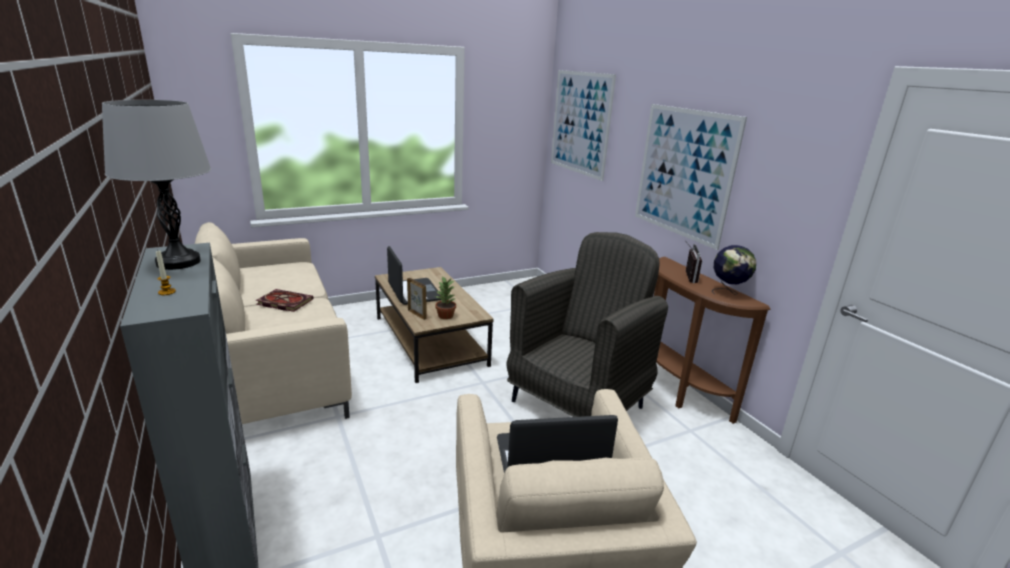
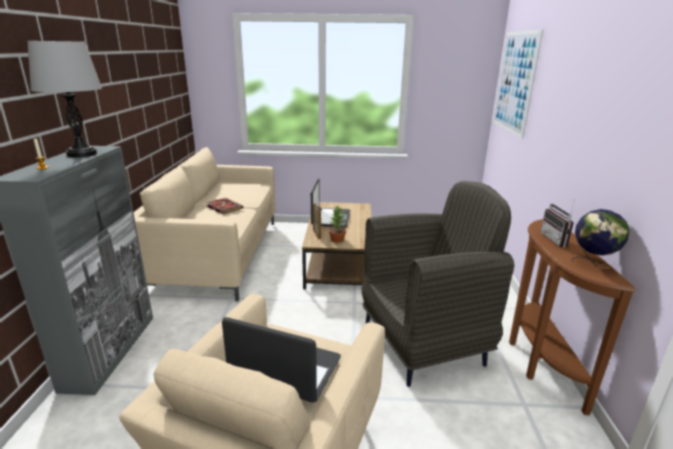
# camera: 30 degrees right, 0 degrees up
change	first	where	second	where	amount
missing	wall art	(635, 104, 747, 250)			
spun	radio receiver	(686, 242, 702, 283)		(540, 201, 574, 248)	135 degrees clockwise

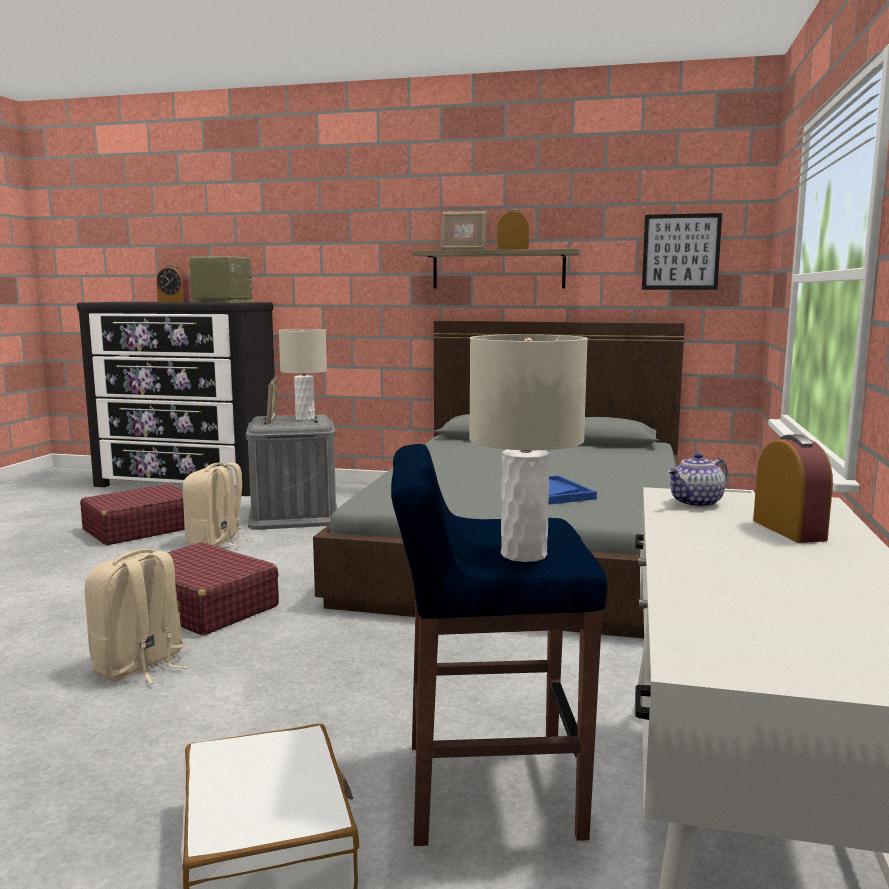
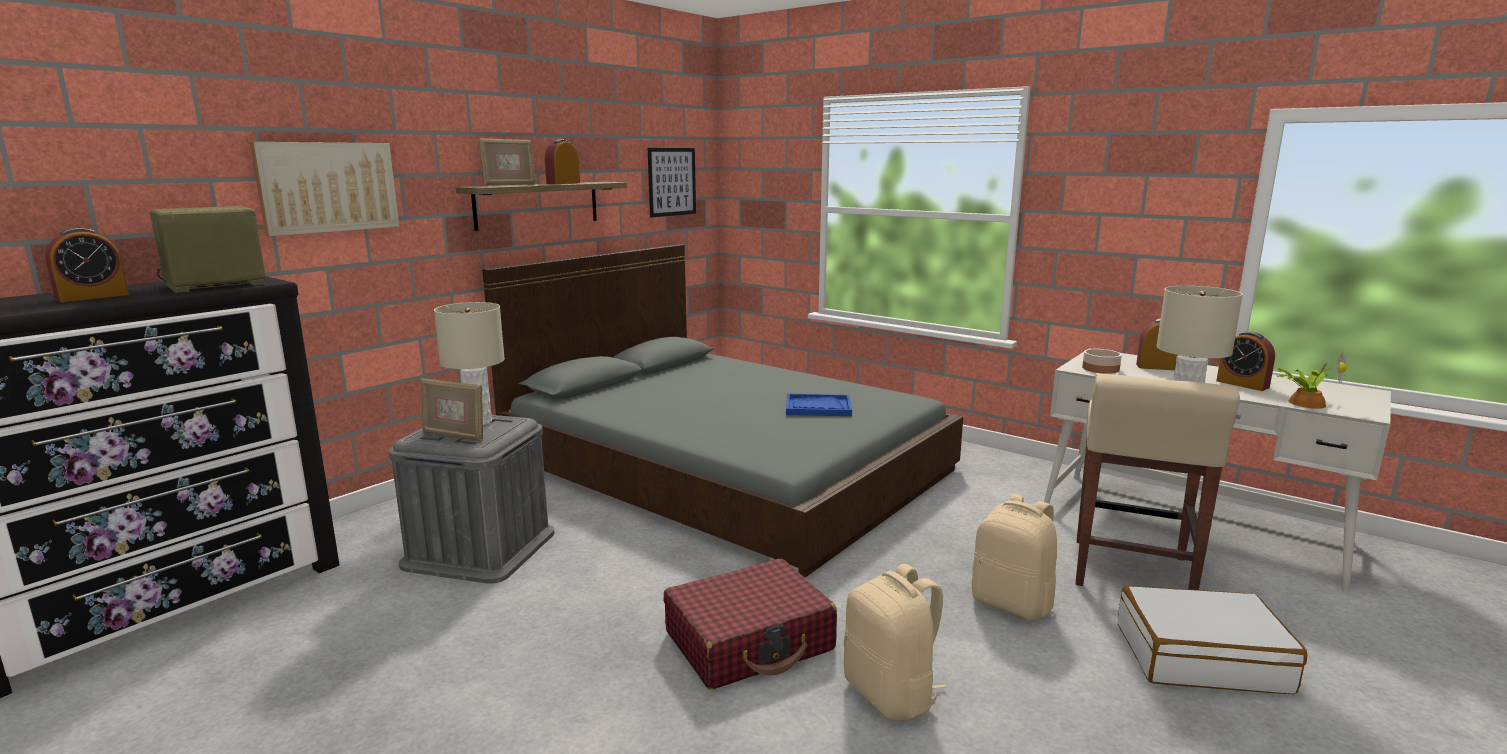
# camera: 65 degrees left, 5 degrees up
change	first	where	second	where	amount
colour	stool seat (bluish)	(391, 444, 608, 846)	stool seat (beige-coloured)	(1076, 374, 1240, 590)	
exchanged	pot for tea	(667, 452, 728, 508)	bowl	(1082, 349, 1122, 374)	
relocated	knapsack (beige-coloured)	(183, 462, 253, 547)		(972, 494, 1057, 621)	
missing	travel case (red-coloured)	(80, 484, 185, 545)			
appeared			wall art	(250, 142, 400, 237)	
appeared			alarm clock	(1216, 331, 1275, 391)	
appeared			plant in a pot	(1277, 351, 1347, 409)	

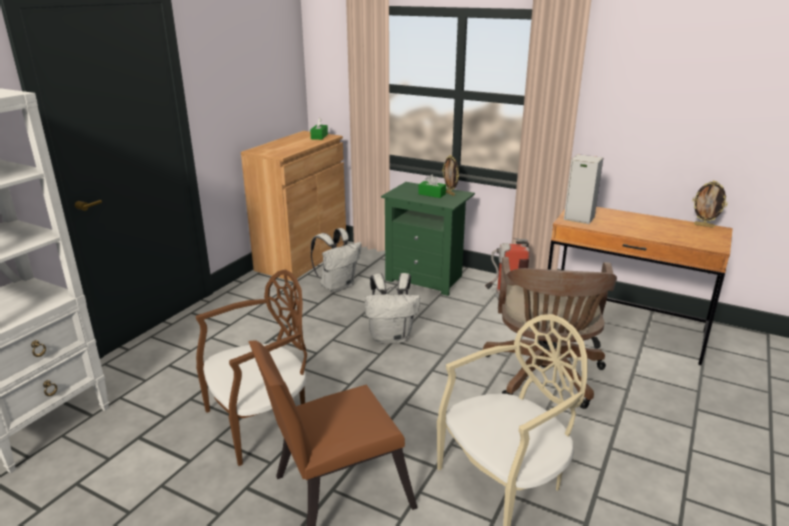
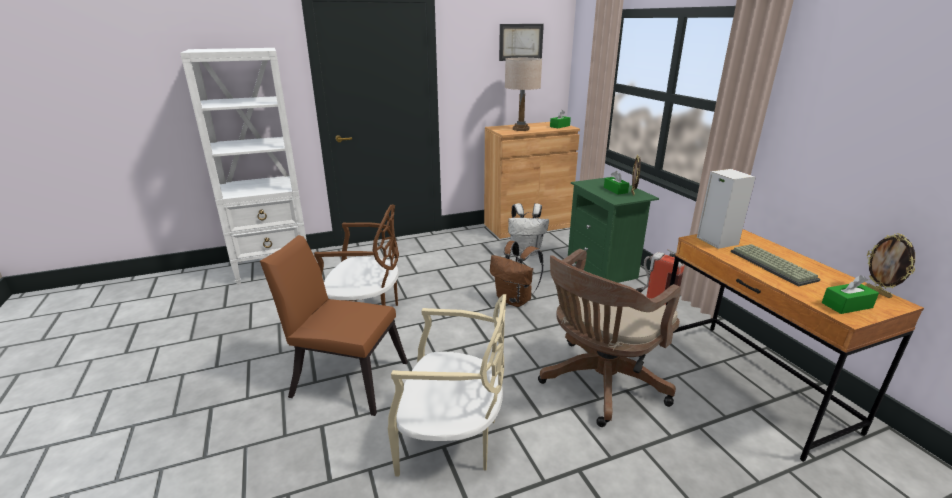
# camera: 40 degrees right, 0 degrees up
change	first	where	second	where	amount
colour	knapsack (whitish)	(365, 273, 420, 344)	knapsack (brown)	(490, 241, 544, 307)	
appeared			wall art	(499, 24, 544, 61)	
appeared			lamp for a table (beige-coloured)	(505, 58, 542, 131)	
appeared			keyboard	(730, 244, 821, 286)	
appeared			tissue box (green-coloured)	(822, 275, 879, 314)	

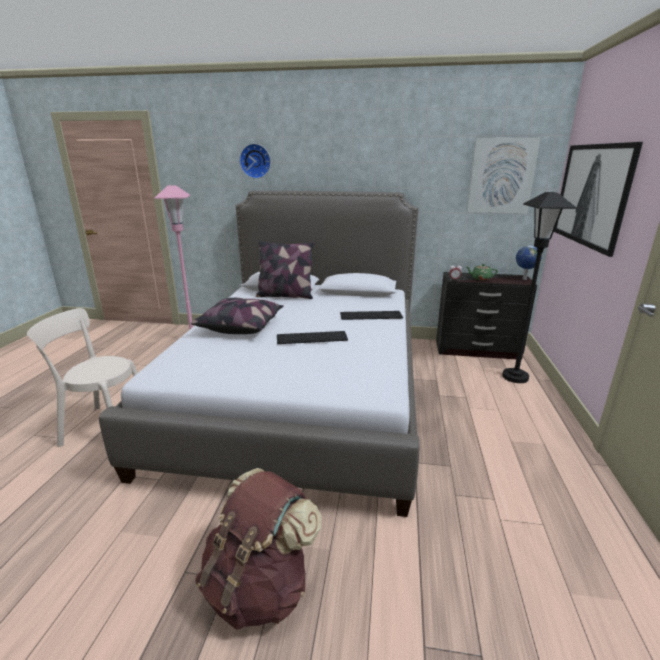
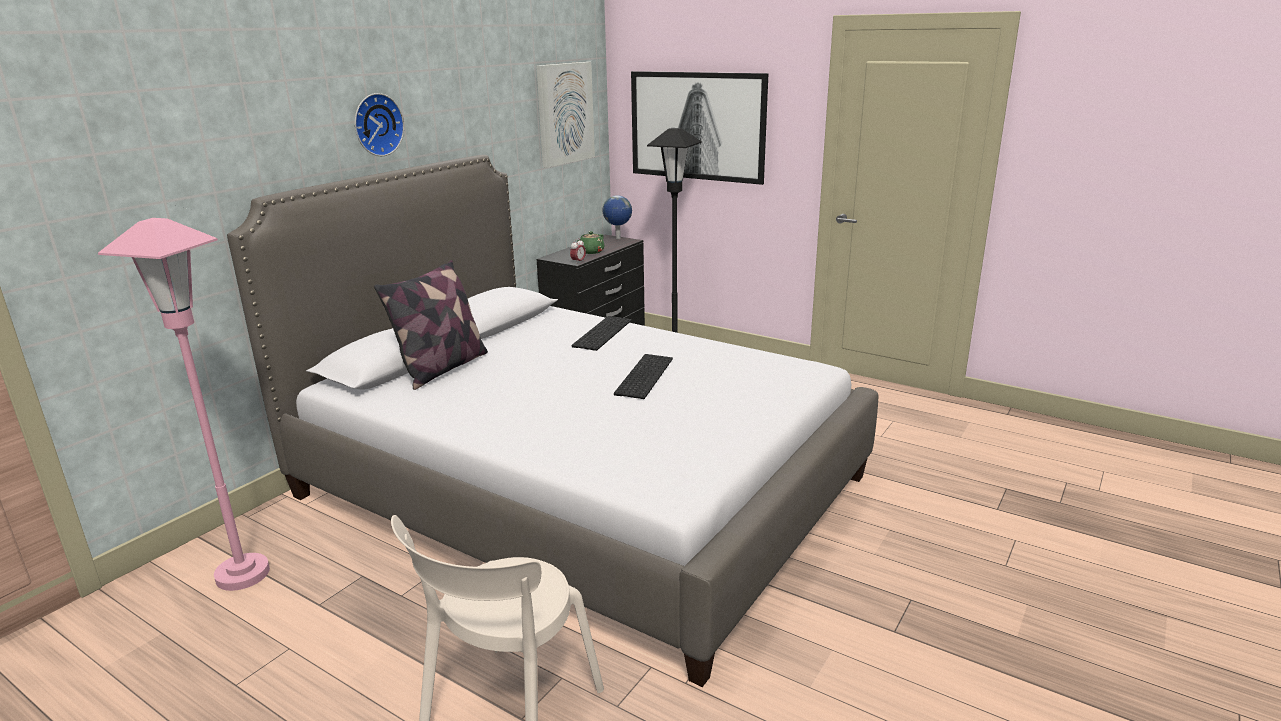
# camera: 65 degrees left, 0 degrees up
change	first	where	second	where	amount
relocated	clock on the wall	(239, 144, 271, 179)		(355, 93, 404, 156)	
missing	pillow	(191, 298, 284, 334)			
missing	knapsack (brown)	(195, 468, 322, 630)			

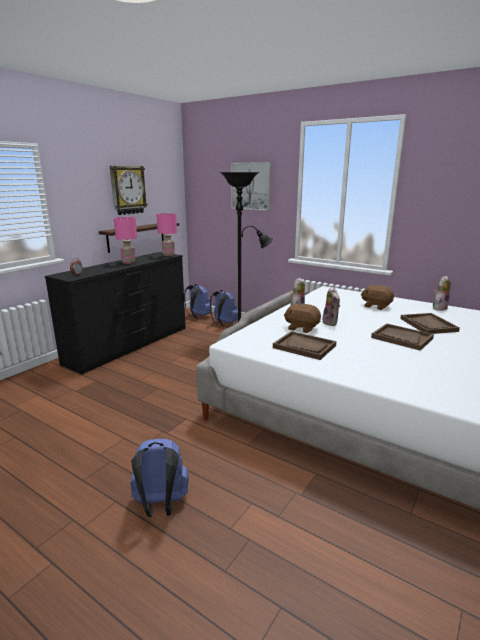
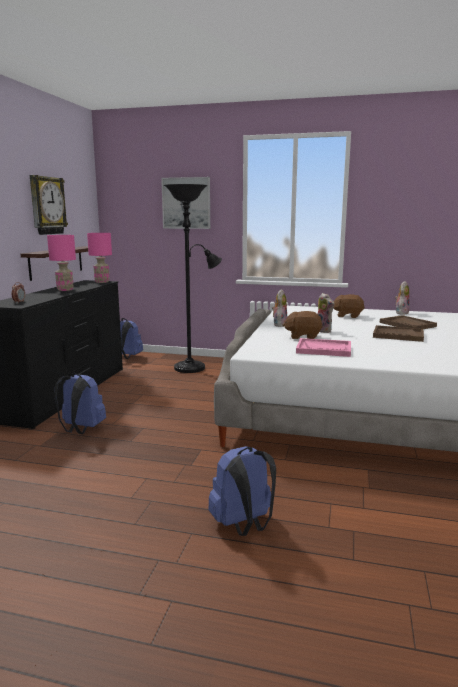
# camera: 20 degrees left, 5 degrees down
change	first	where	second	where	amount
relocated	knapsack (bluish)	(210, 290, 238, 326)		(55, 373, 106, 434)	
colour	serving tray (brown)	(273, 331, 336, 360)	serving tray (pink-coloured)	(296, 338, 351, 357)	

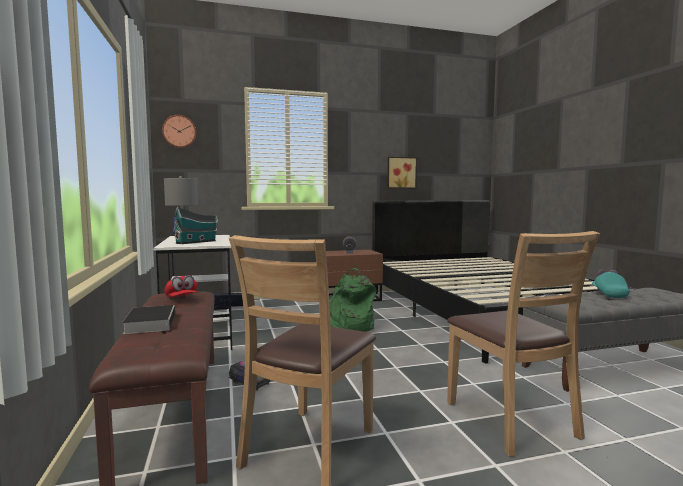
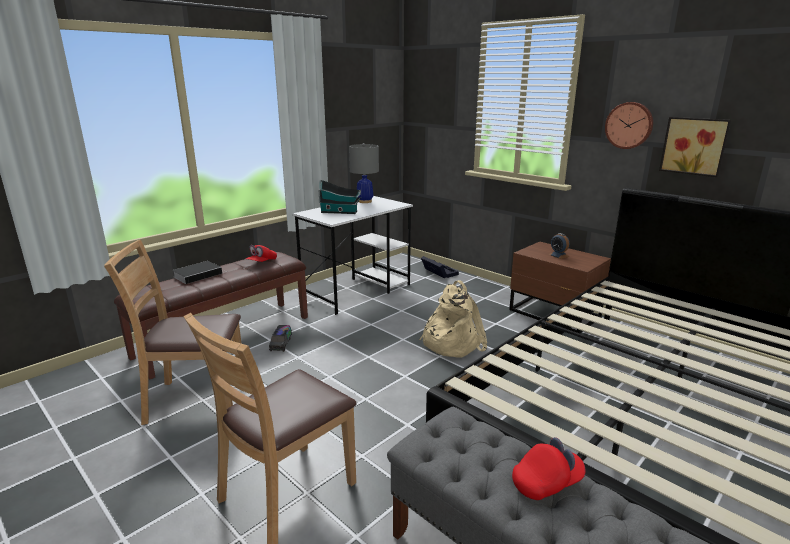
# camera: 60 degrees right, 15 degrees up
change	first	where	second	where	amount
relocated	clock on the wall	(162, 115, 197, 148)		(605, 102, 653, 149)	
colour	knapsack (green-coloured)	(319, 268, 376, 332)	knapsack (beige-coloured)	(419, 280, 487, 357)	
colour	baseball cap (turquoise-coloured)	(592, 270, 630, 298)	baseball cap (red-coloured)	(512, 437, 586, 500)	

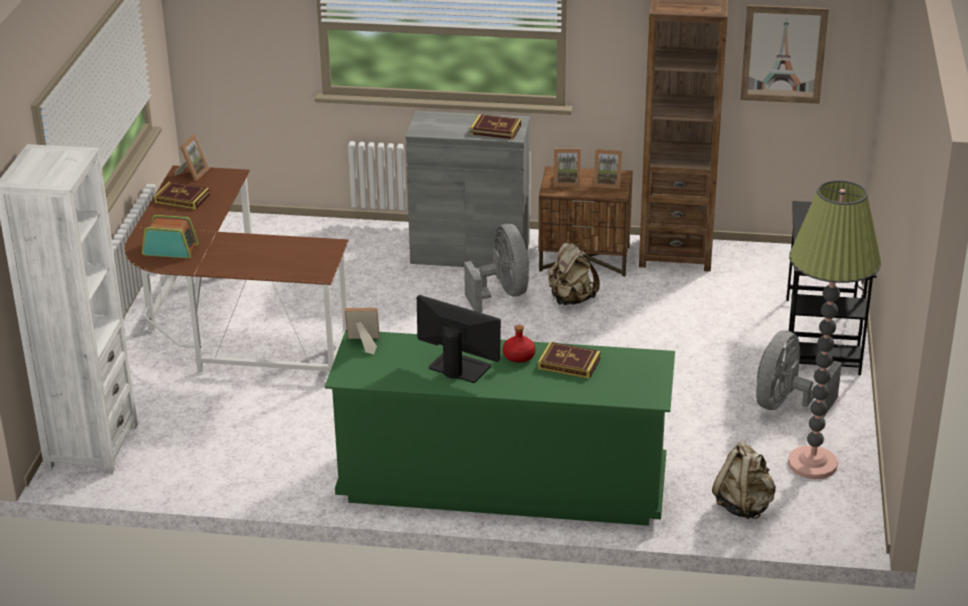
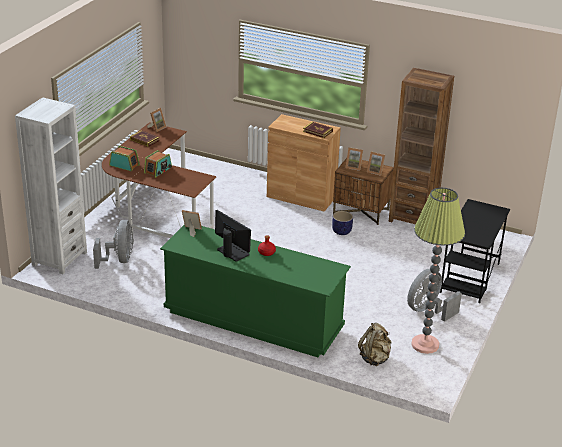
# camera: 15 degrees right, 0 degrees up
change	first	where	second	where	amount
missing	wall art	(740, 5, 829, 104)			
colour	cupboard (greyish)	(405, 111, 530, 270)	cupboard (brown)	(267, 114, 341, 212)	
relocated	fan (greyish)	(464, 224, 529, 313)		(93, 220, 134, 269)	
exchanged	knapsack (beige-coloured)	(548, 241, 600, 305)	plant pot	(332, 211, 353, 235)	
missing	book	(538, 342, 601, 379)			
appeared			radio receiver	(144, 150, 172, 178)	

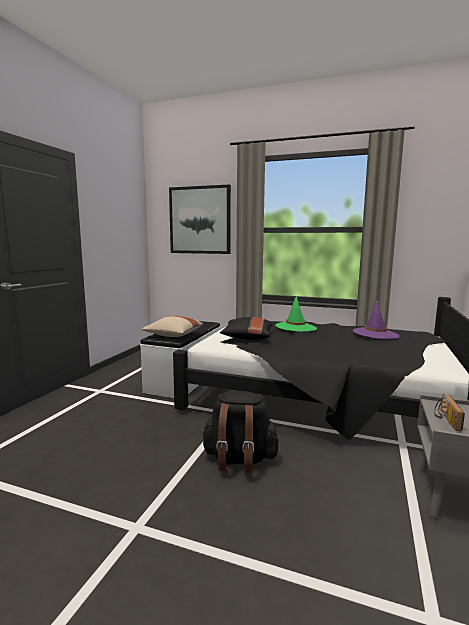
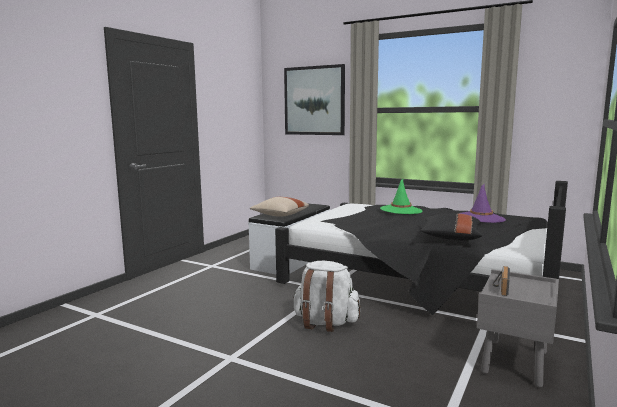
# camera: 10 degrees right, 0 degrees up
change	first	where	second	where	amount
relocated	pillow (blackish)	(220, 317, 273, 340)		(420, 213, 482, 240)	
colour	knapsack (blackish)	(201, 391, 279, 473)	knapsack (whitish)	(293, 260, 361, 332)	

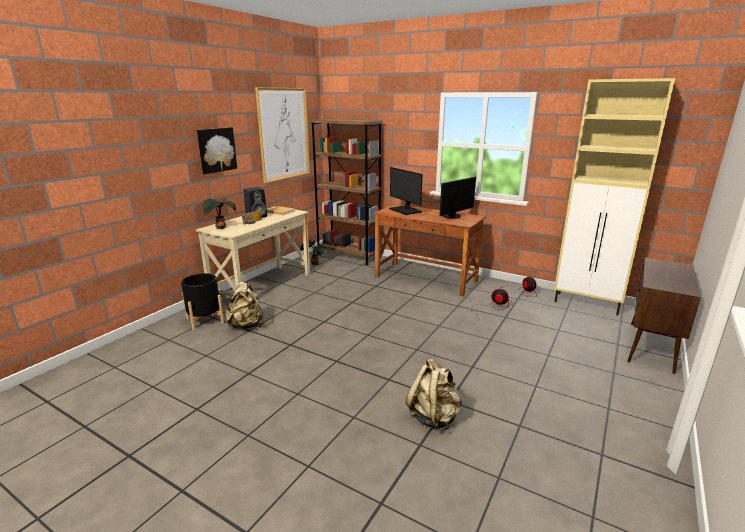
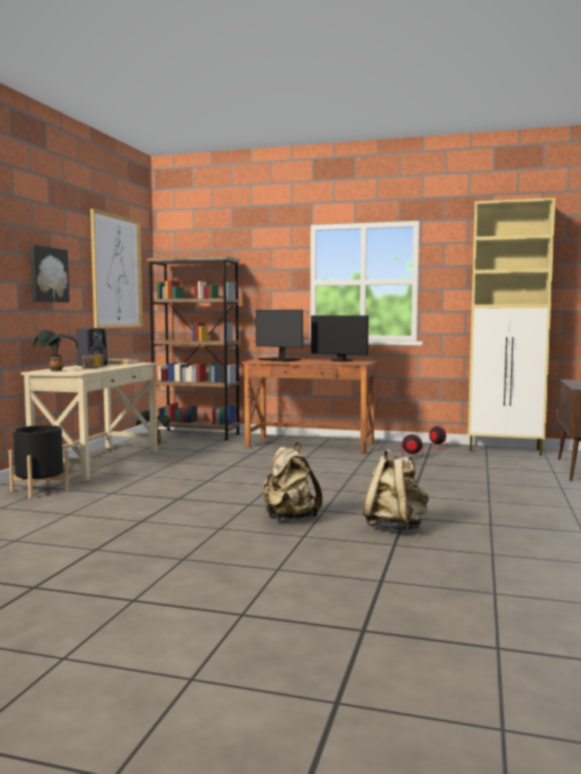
# camera: 15 degrees left, 15 degrees down
change	first	where	second	where	amount
spun	computer display	(439, 177, 476, 219)		(311, 316, 369, 362)	90 degrees clockwise
relocated	knapsack (beige-coloured)	(225, 281, 264, 329)		(263, 442, 322, 520)	

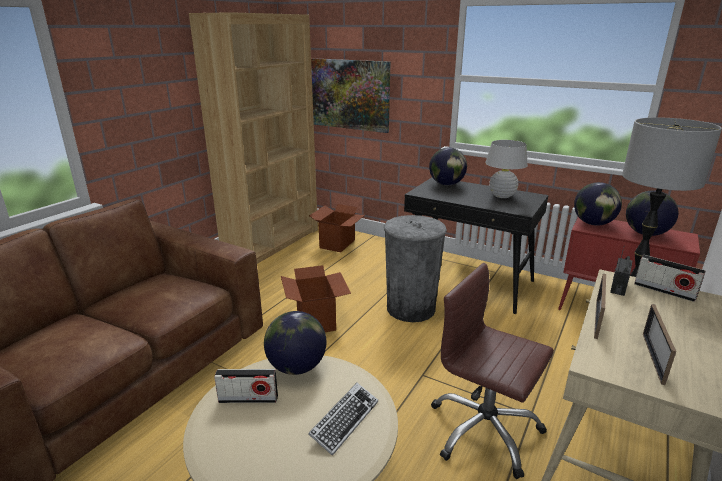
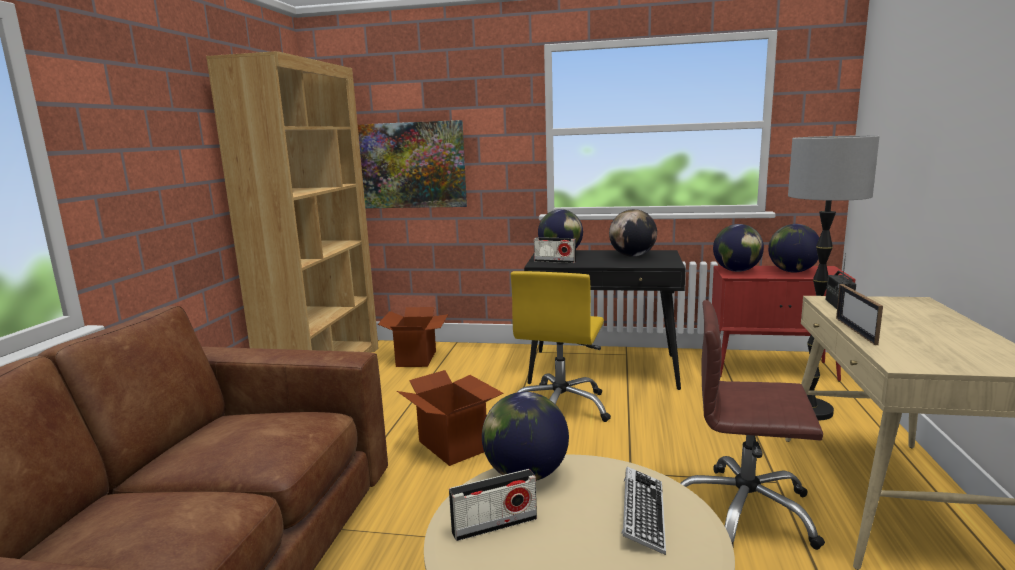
# camera: 20 degrees left, 10 degrees down
change	first	where	second	where	amount
exchanged	lamp for a table (whitish)	(485, 140, 528, 198)	desk globe	(609, 209, 657, 257)	
exchanged	waste bin (greyish)	(384, 215, 447, 322)	desk chair (yellowish)	(511, 271, 611, 422)	
relocated	radio receiver	(634, 255, 706, 302)		(534, 237, 576, 263)	
missing	photo frame	(643, 304, 676, 385)			

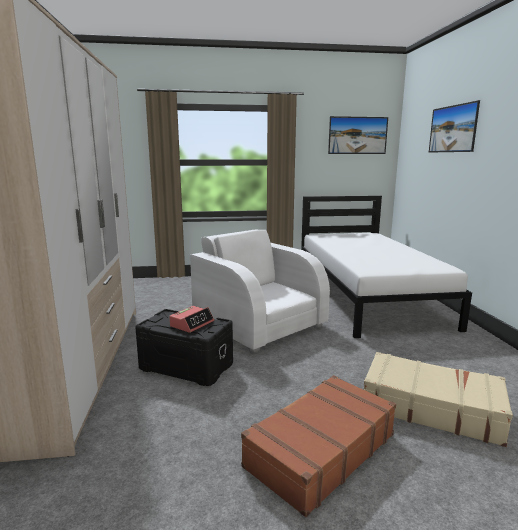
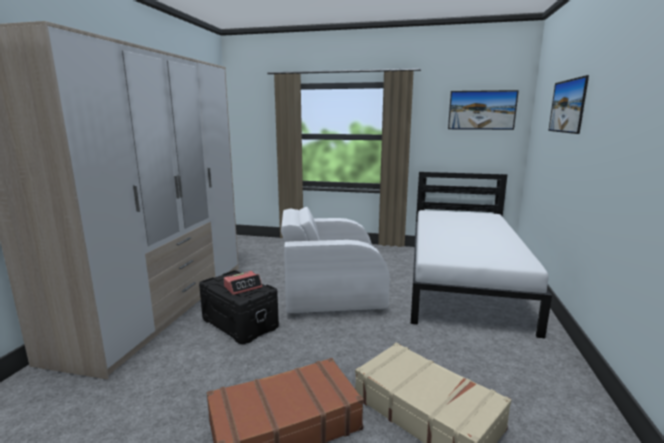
# camera: 20 degrees right, 0 degrees up
change	first	where	second	where	amount
spun	easy chair (whitish)	(190, 229, 330, 353)		(281, 207, 390, 317)	75 degrees counterclockwise

